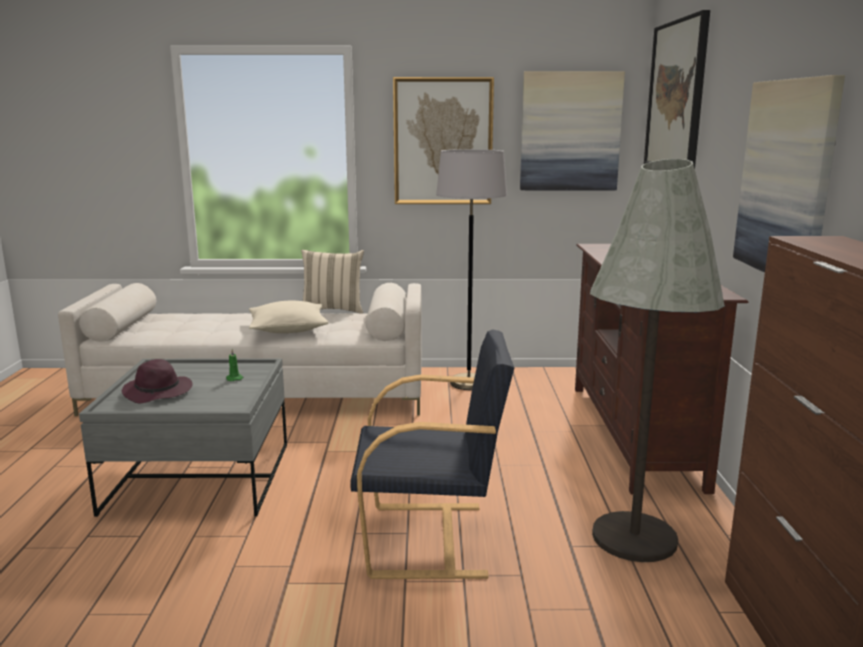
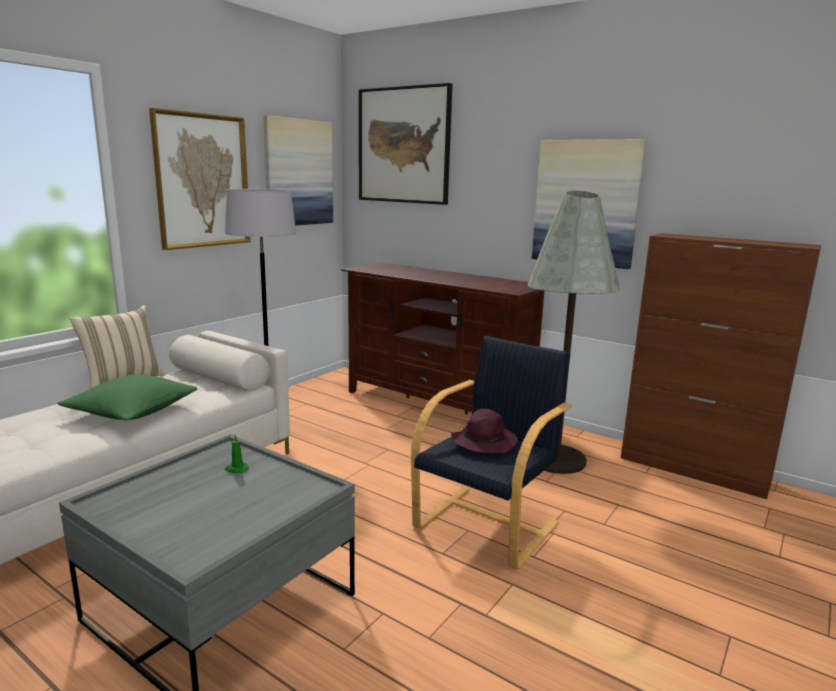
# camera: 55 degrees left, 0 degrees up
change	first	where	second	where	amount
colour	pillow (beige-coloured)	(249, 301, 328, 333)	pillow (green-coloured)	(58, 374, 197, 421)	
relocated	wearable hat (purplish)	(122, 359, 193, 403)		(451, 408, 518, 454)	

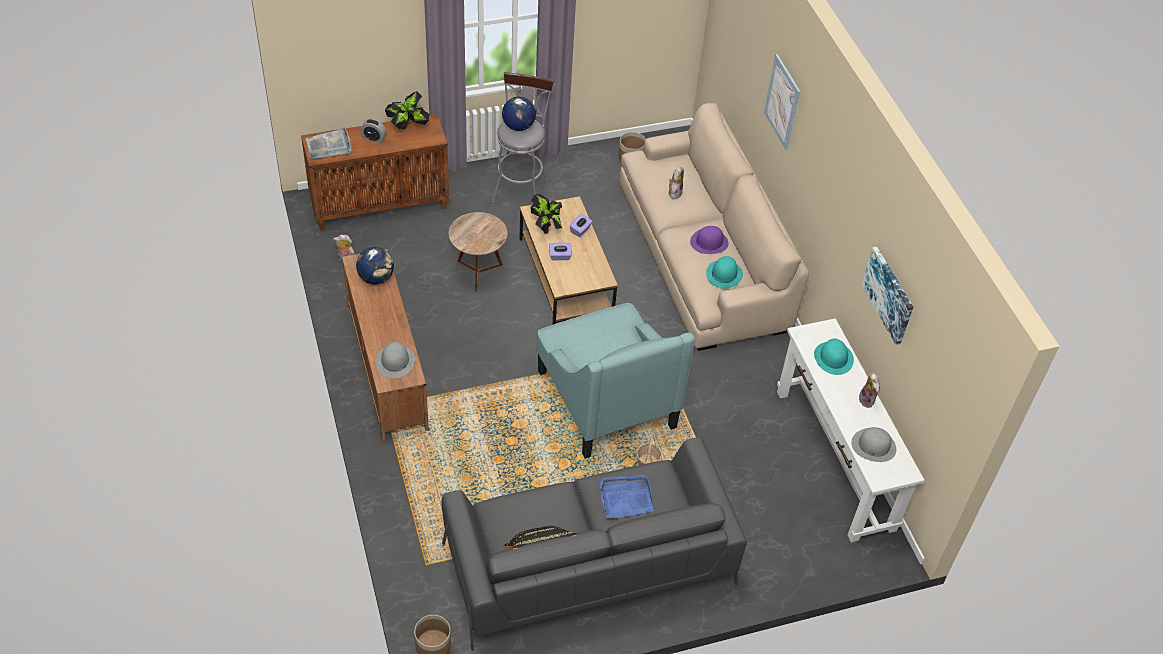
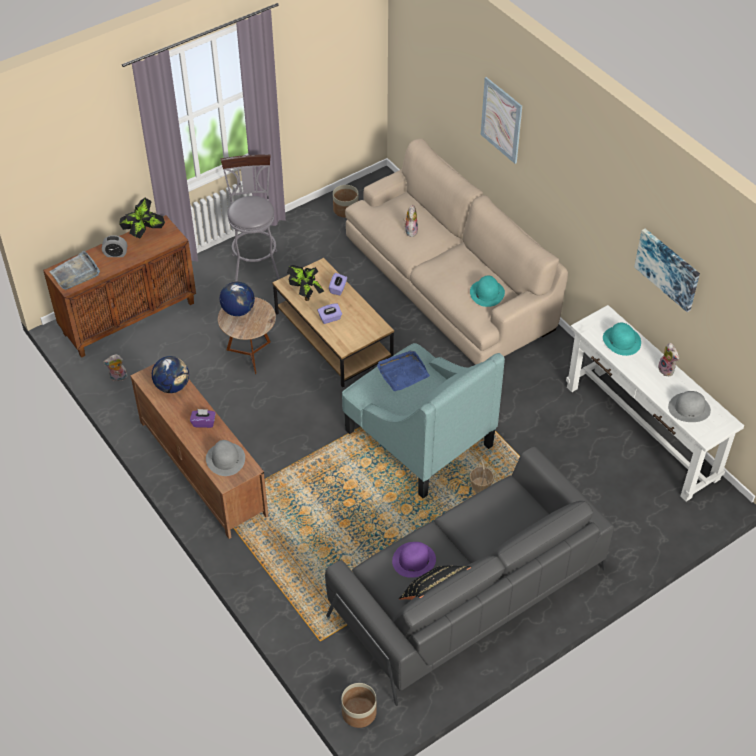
# camera: 15 degrees left, 0 degrees up
change	first	where	second	where	amount
relocated	desk globe	(502, 96, 536, 131)		(220, 281, 255, 316)	
relocated	wearable hat (purplish)	(690, 226, 729, 254)		(392, 542, 436, 578)	
relocated	serving tray (bluish)	(600, 475, 654, 518)		(377, 351, 430, 391)	
appeared			tissue box (purplish)	(190, 409, 216, 428)	

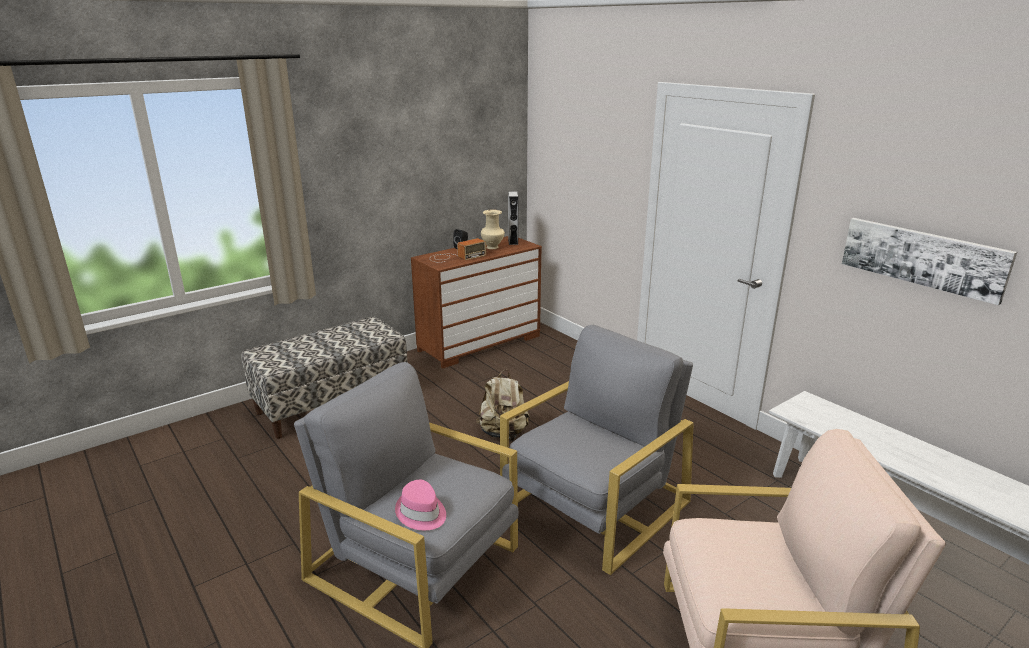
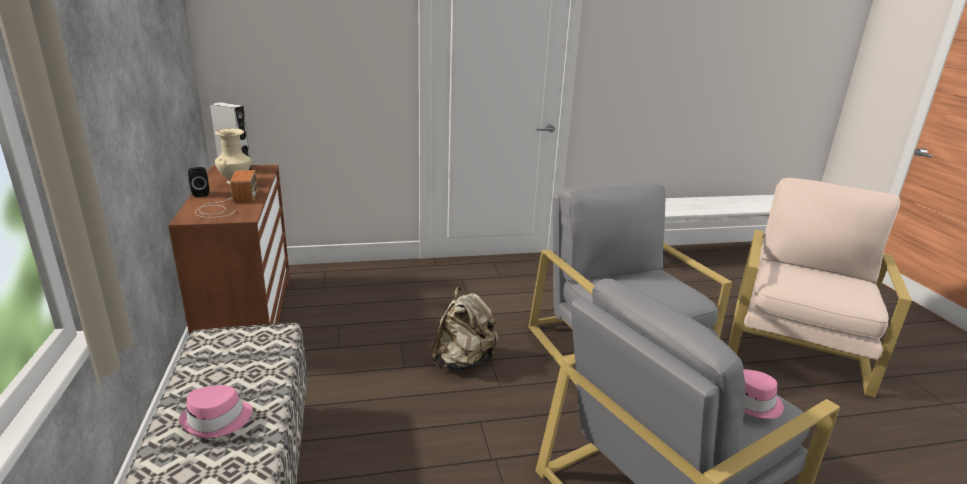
# camera: 65 degrees left, 0 degrees up
change	first	where	second	where	amount
missing	wall art	(842, 218, 1017, 305)			
appeared			wearable hat (pink-coloured)	(179, 385, 253, 438)	

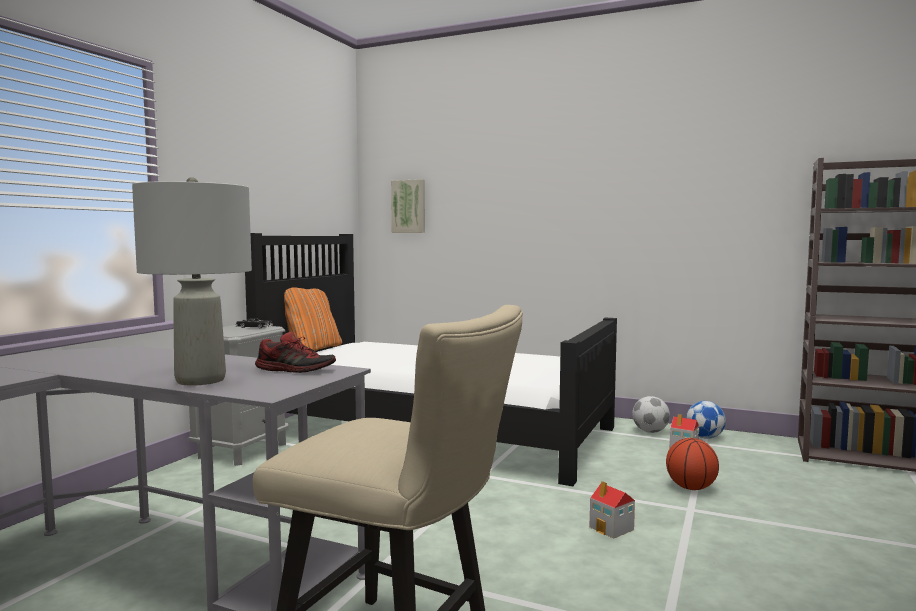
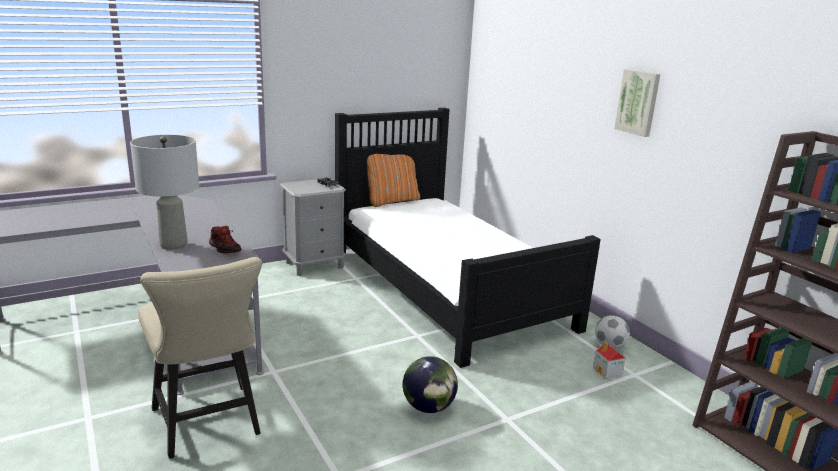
# camera: 35 degrees right, 15 degrees up
change	first	where	second	where	amount
relocated	wall art	(391, 179, 425, 233)		(614, 69, 660, 137)	
missing	ball for football	(686, 401, 726, 439)			
missing	ball for basketball	(666, 438, 719, 490)			
exchanged	miniature house	(590, 481, 635, 539)	desk globe	(403, 356, 458, 413)	

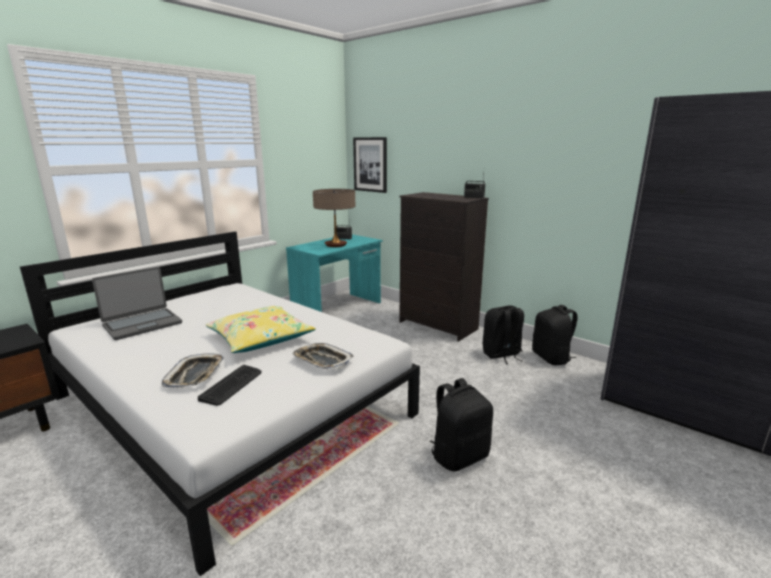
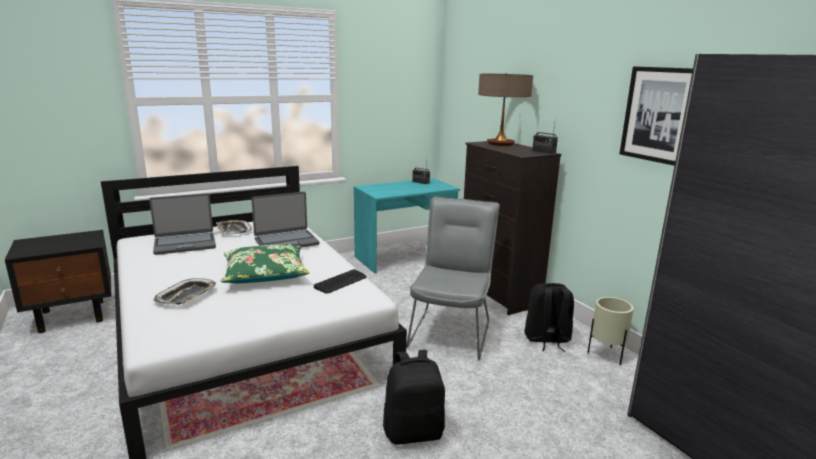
# camera: 20 degrees right, 0 degrees up
change	first	where	second	where	amount
relocated	wall art	(353, 137, 387, 193)		(620, 66, 693, 166)	
relocated	lamp for a table	(313, 189, 355, 247)		(478, 73, 533, 146)	
exchanged	knapsack (blackish)	(532, 305, 578, 365)	plant pot (beige-coloured)	(587, 297, 634, 365)	
colour	pillow (yellowish)	(206, 306, 316, 353)	pillow (green-coloured)	(221, 244, 309, 283)	
relocated	serving tray	(292, 343, 354, 370)		(216, 220, 252, 234)	
relocated	keyboard	(198, 365, 262, 406)		(314, 269, 367, 293)	
appeared			portable computer	(251, 192, 320, 247)	
appeared			upright chair (greyish)	(406, 196, 500, 360)	

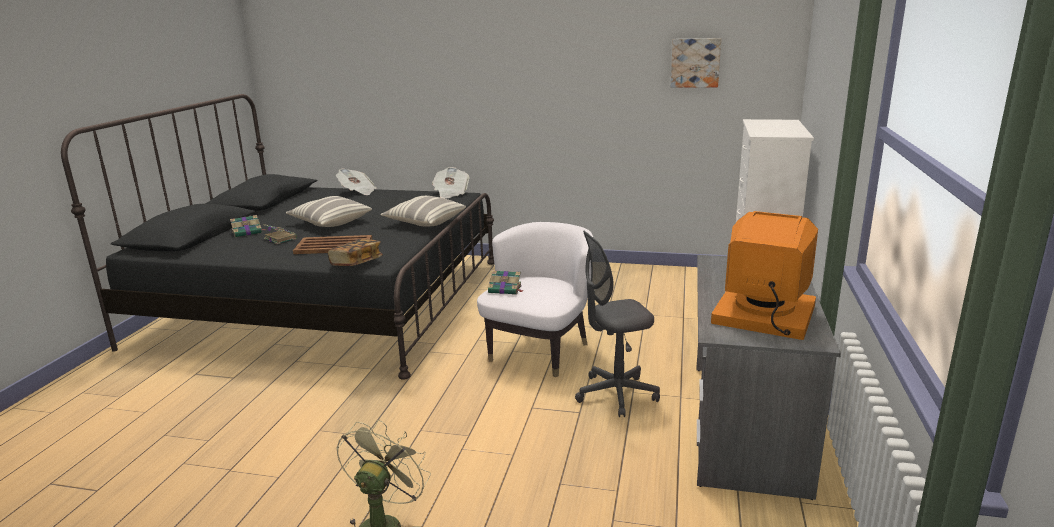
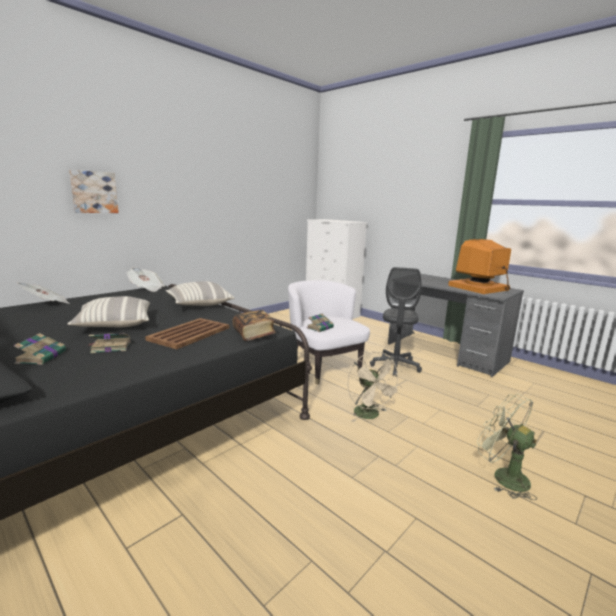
# camera: 60 degrees left, 5 degrees down
change	first	where	second	where	amount
relocated	wall art	(671, 38, 721, 87)		(69, 170, 119, 213)	
appeared			fan (beige-coloured)	(347, 351, 403, 422)	

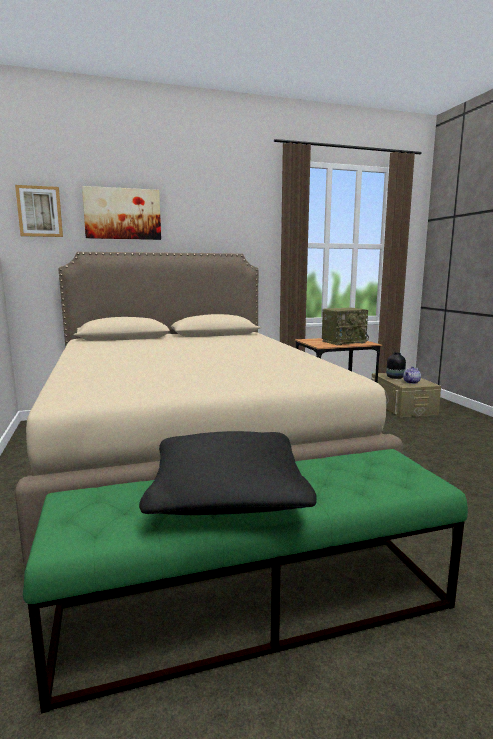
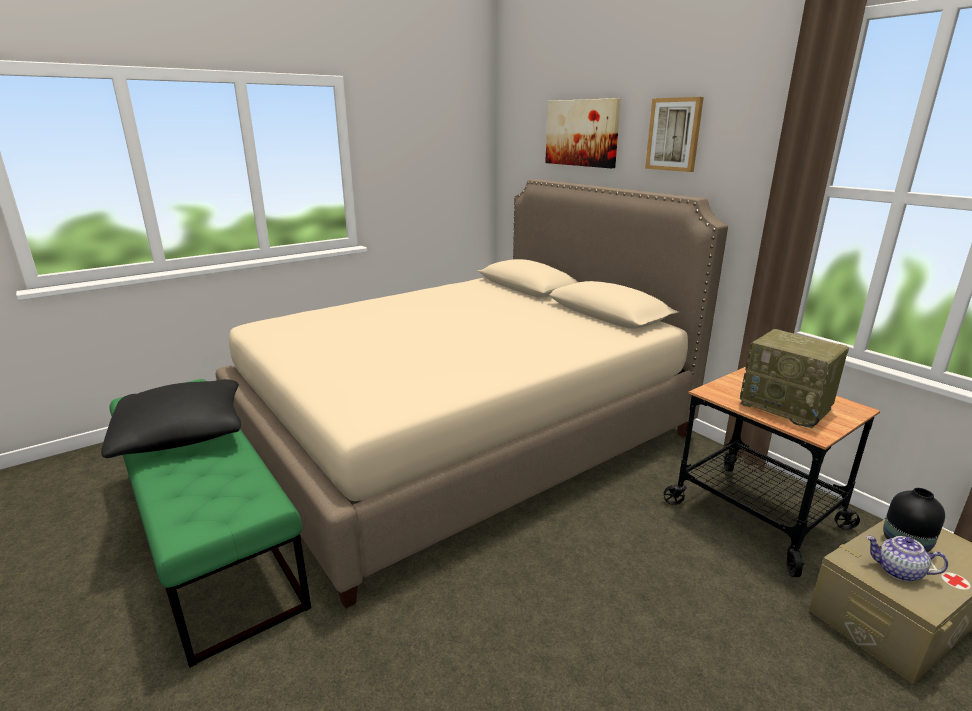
# camera: 70 degrees right, 10 degrees up
change	first	where	second	where	amount
relocated	wall art	(15, 185, 63, 237)		(645, 97, 704, 172)	

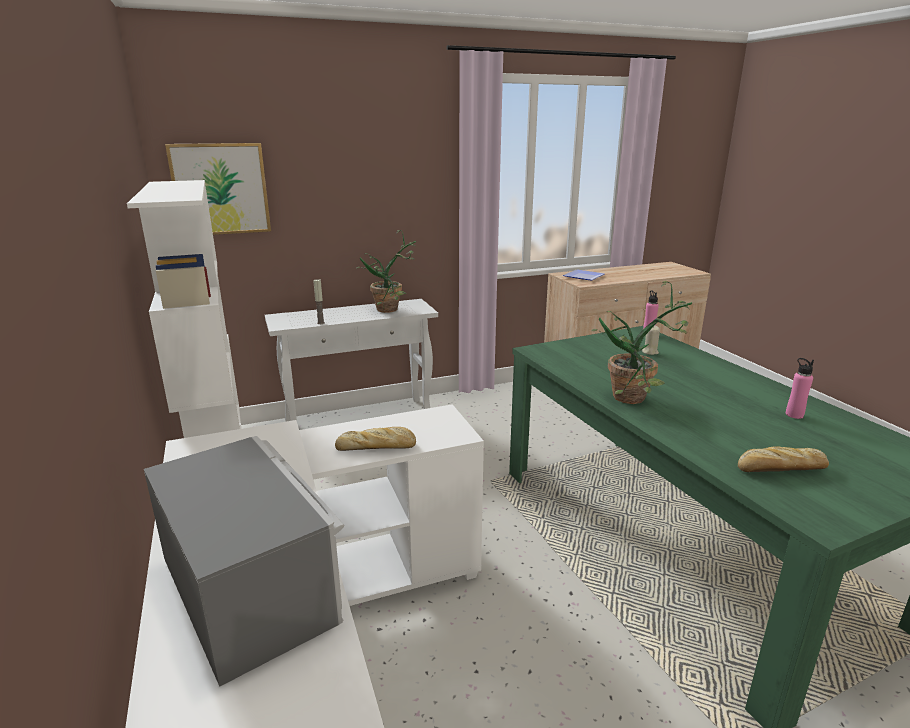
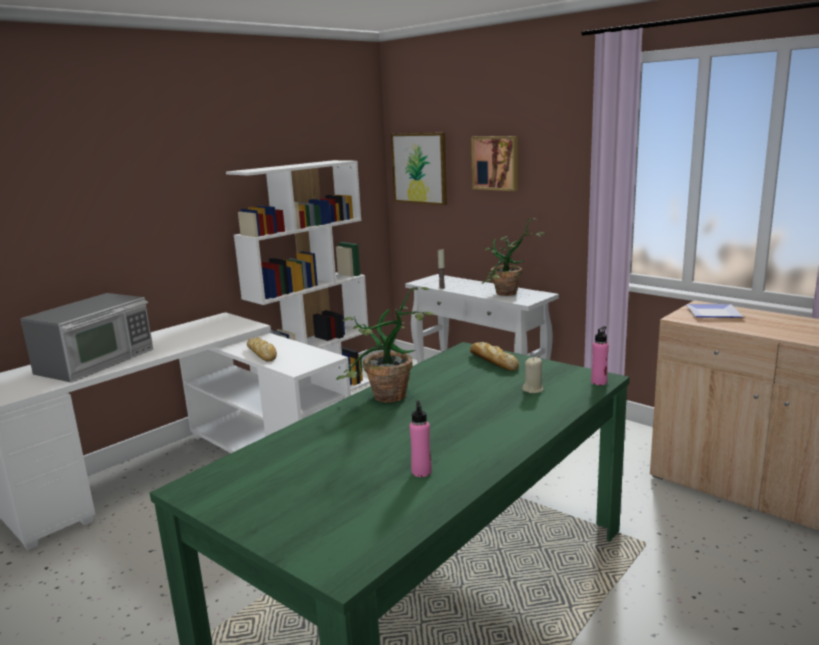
# camera: 65 degrees right, 5 degrees down
change	first	where	second	where	amount
relocated	bread	(738, 446, 829, 472)		(470, 342, 519, 371)	
appeared			wall art	(471, 136, 518, 191)	

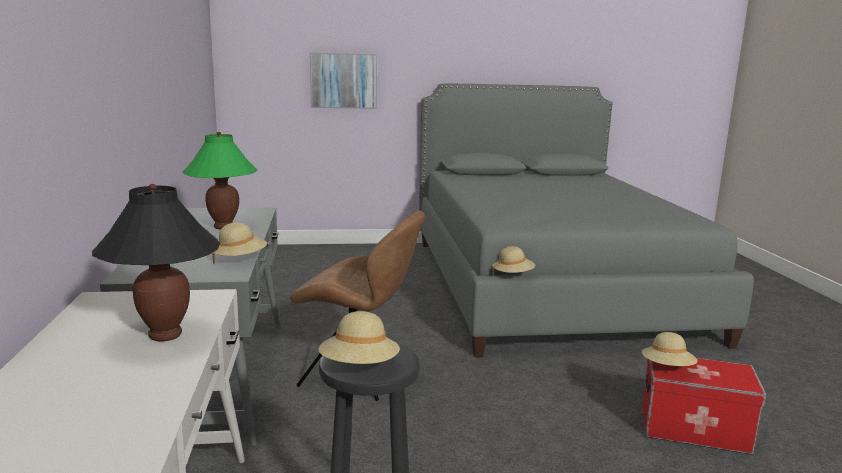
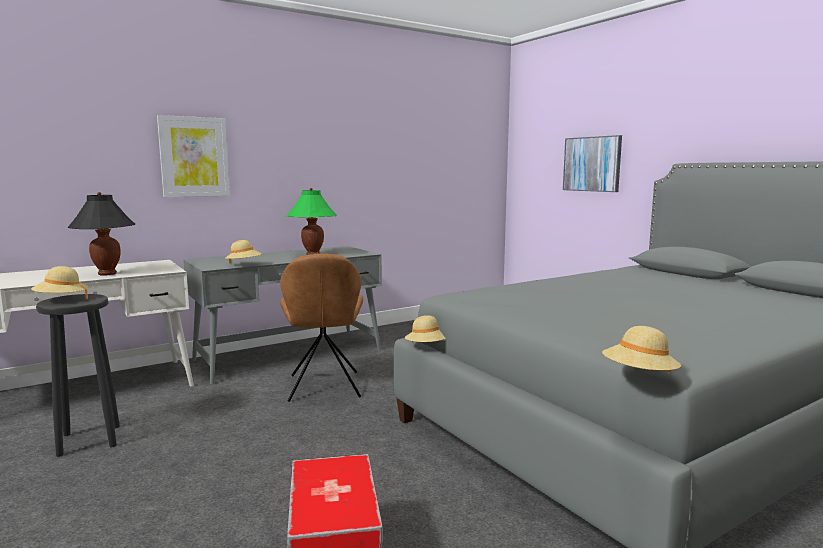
# camera: 65 degrees right, 5 degrees down
change	first	where	second	where	amount
relocated	wearable hat (beige-coloured)	(642, 332, 698, 366)		(602, 326, 681, 372)	
appeared			wall art	(157, 115, 230, 197)	

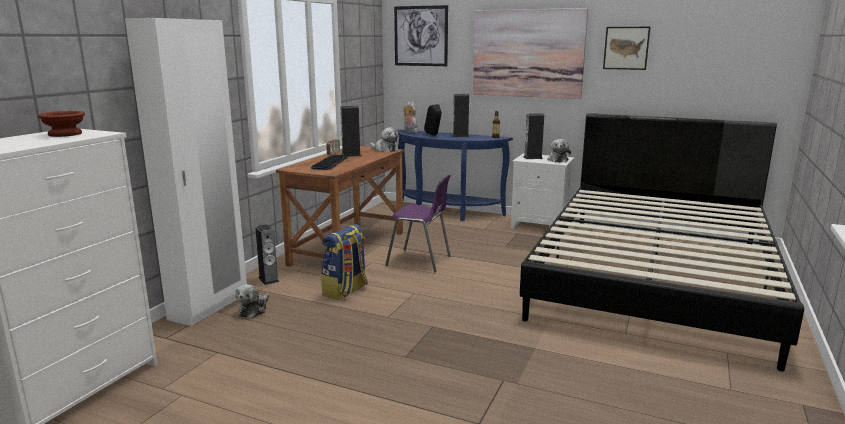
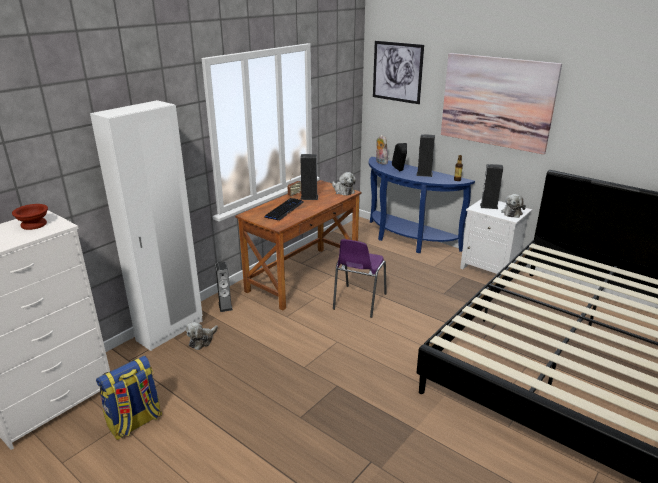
# camera: 15 degrees right, 10 degrees up
change	first	where	second	where	amount
missing	wall art	(603, 27, 650, 70)			
spun	upright chair (purplish)	(385, 175, 451, 272)		(333, 239, 387, 318)	75 degrees clockwise
relocated	knapsack	(321, 224, 368, 300)		(96, 356, 162, 440)	

